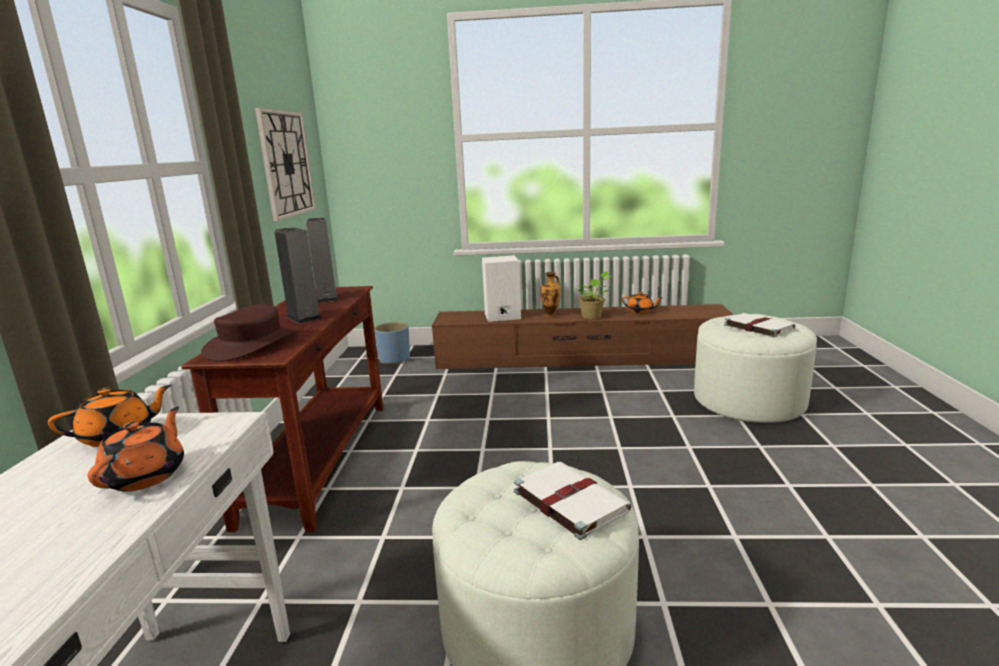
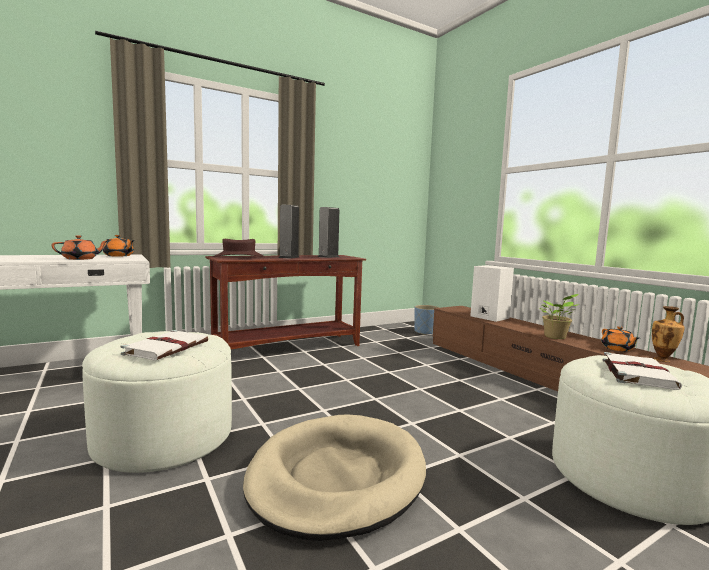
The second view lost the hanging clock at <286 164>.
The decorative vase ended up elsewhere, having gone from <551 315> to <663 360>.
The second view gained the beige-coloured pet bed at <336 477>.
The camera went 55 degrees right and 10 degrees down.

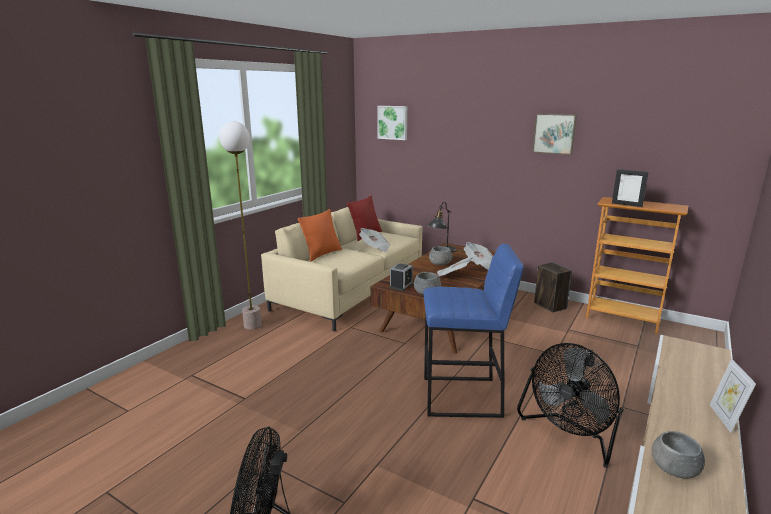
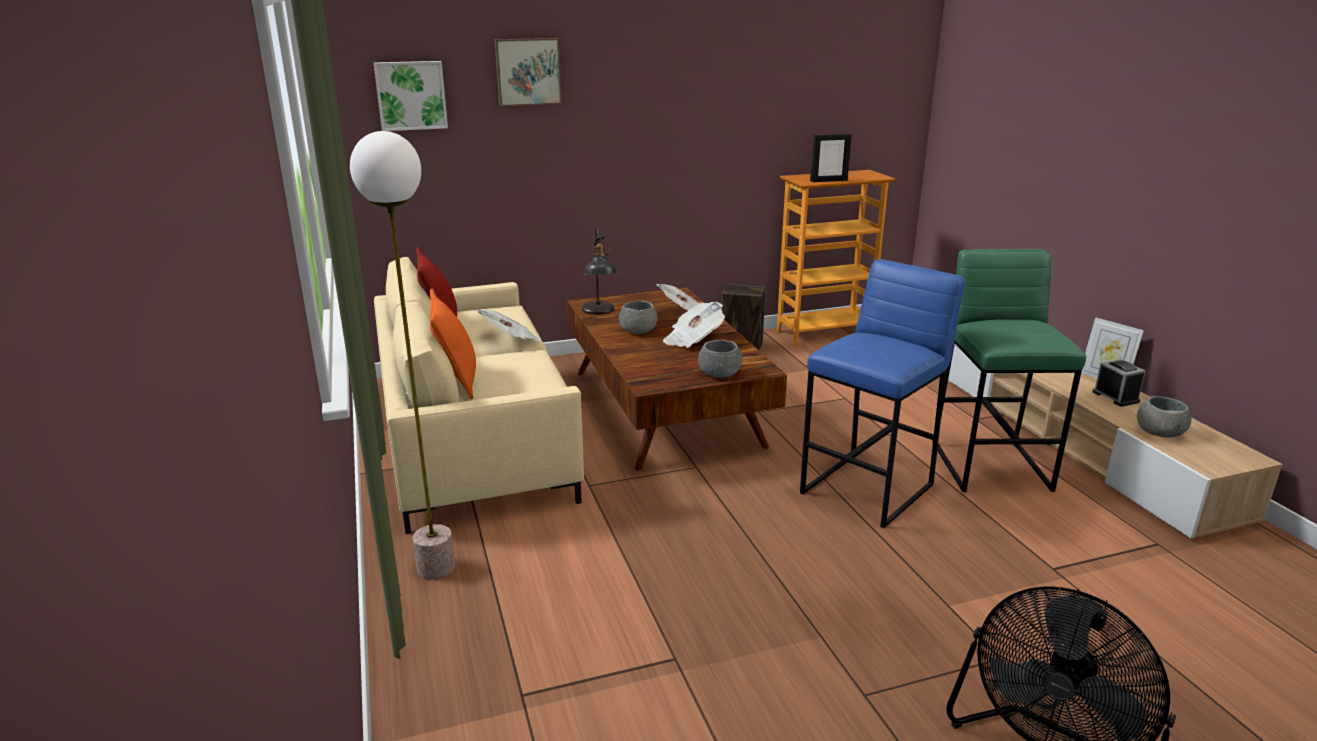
The wall picture ended up elsewhere, having gone from <554 133> to <528 71>.
The bedside clock ended up elsewhere, having gone from <401 285> to <1115 397>.
Where the black-coloured cooling fan stood at <568 431>, the green stool came to stand at <989 464>.
The camera went 50 degrees left and 5 degrees up.

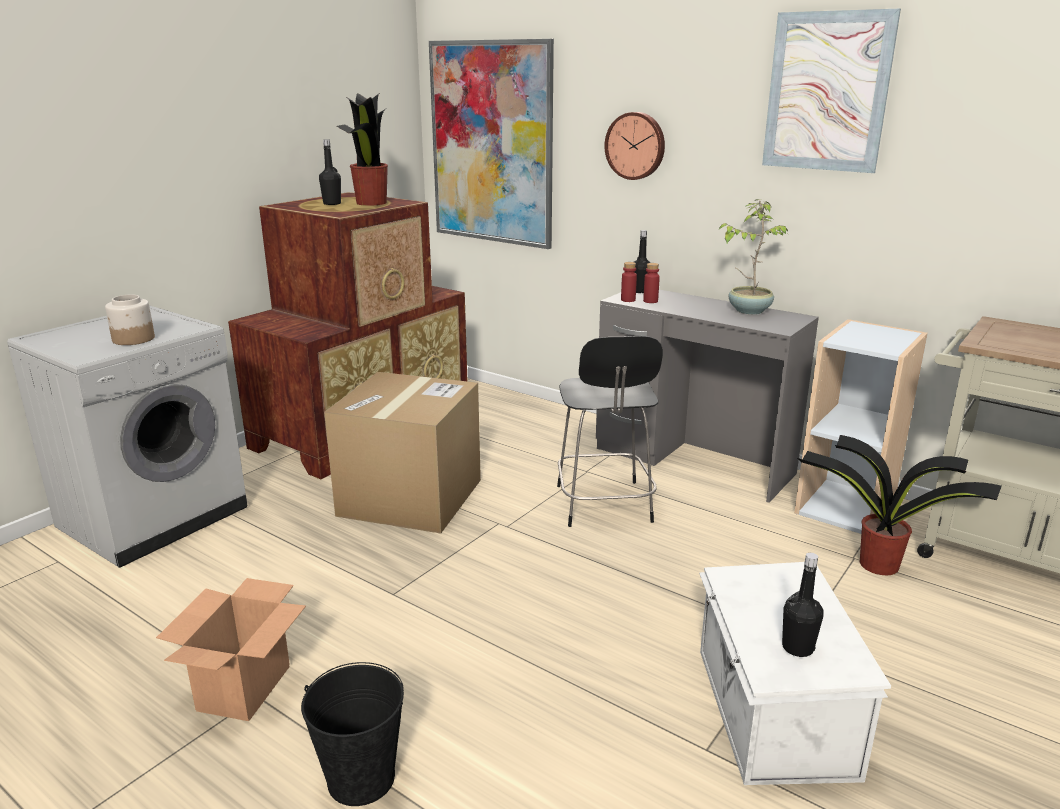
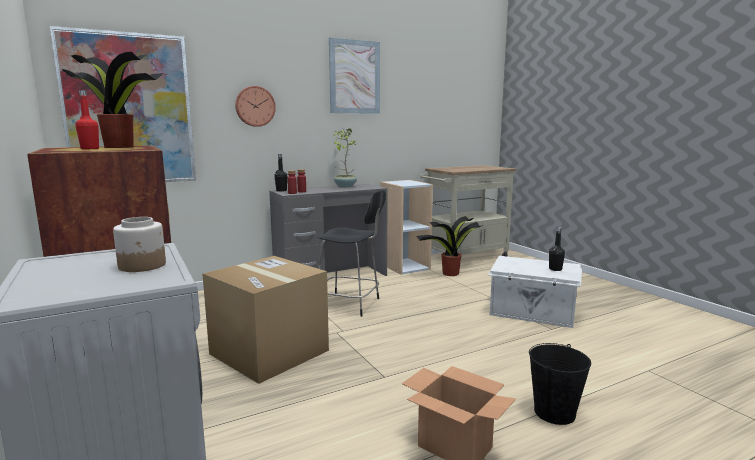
What was the black-coloured drink bottle at <332 203> turned into the red-coloured drink bottle at <90 149>.
The camera went 65 degrees left and 10 degrees down.

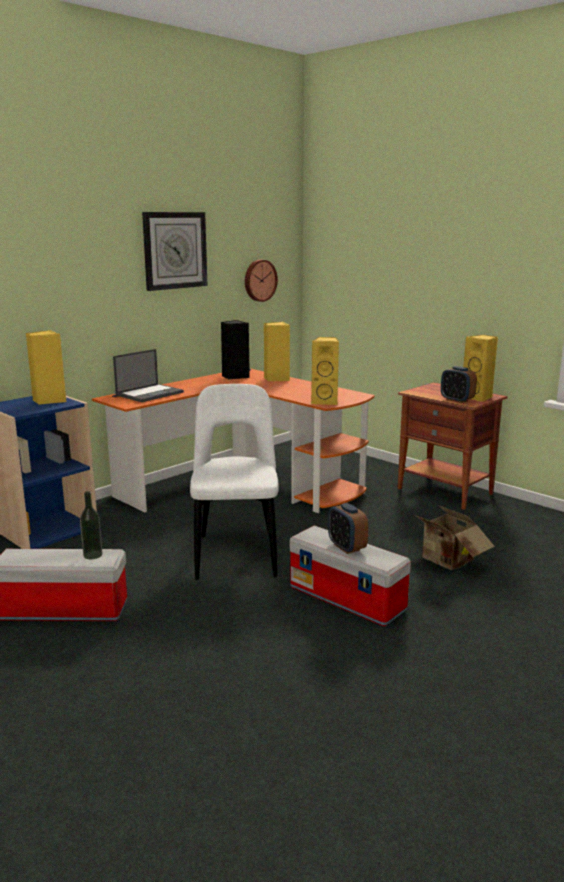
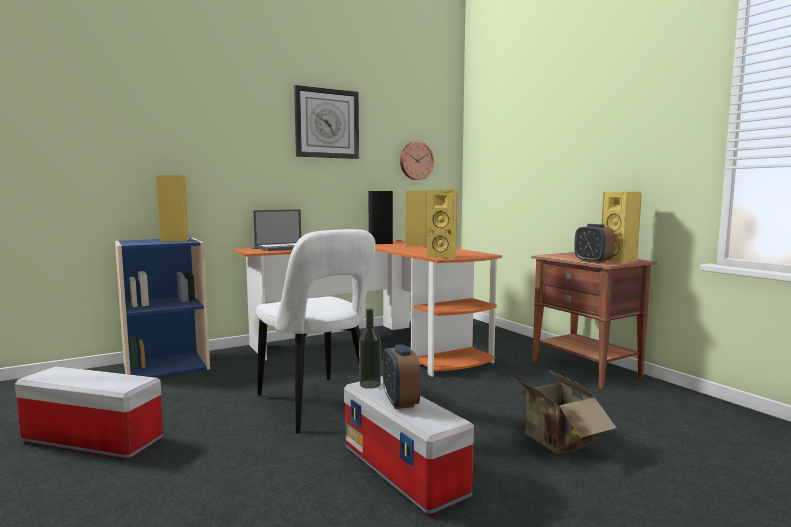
The white-coloured chair at <236 554> ended up facing another way, 135 degrees clockwise from before.
The drink bottle ended up elsewhere, having gone from <92 555> to <370 384>.
The camera went 15 degrees right and 10 degrees down.

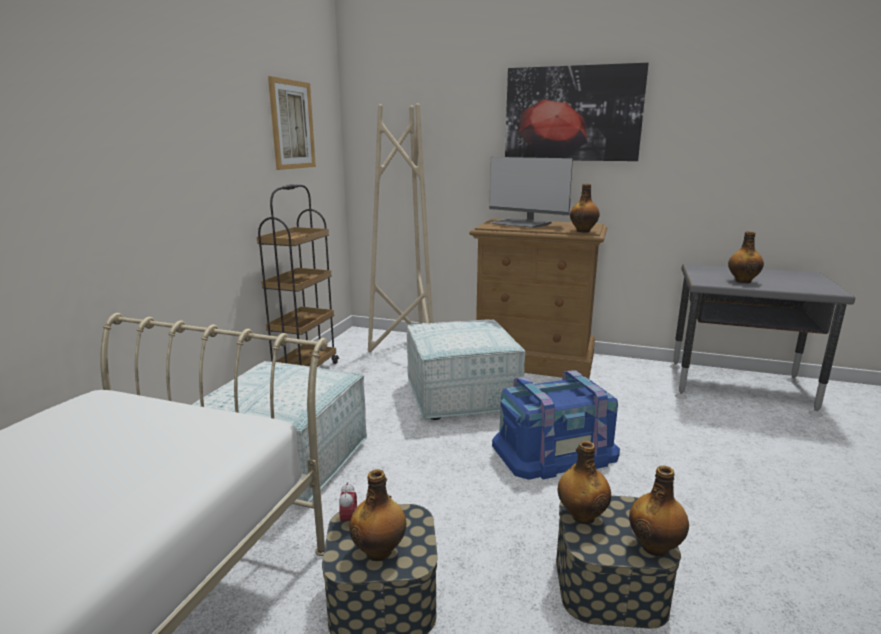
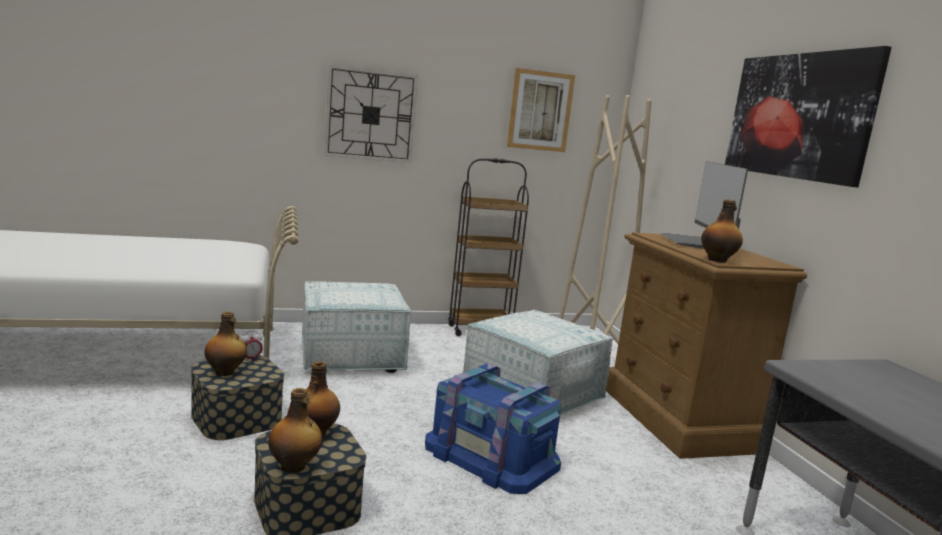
The second view lost the drink bottle at <742 281>.
The second view gained the hanging clock at <370 115>.
The camera went 55 degrees right and 5 degrees down.

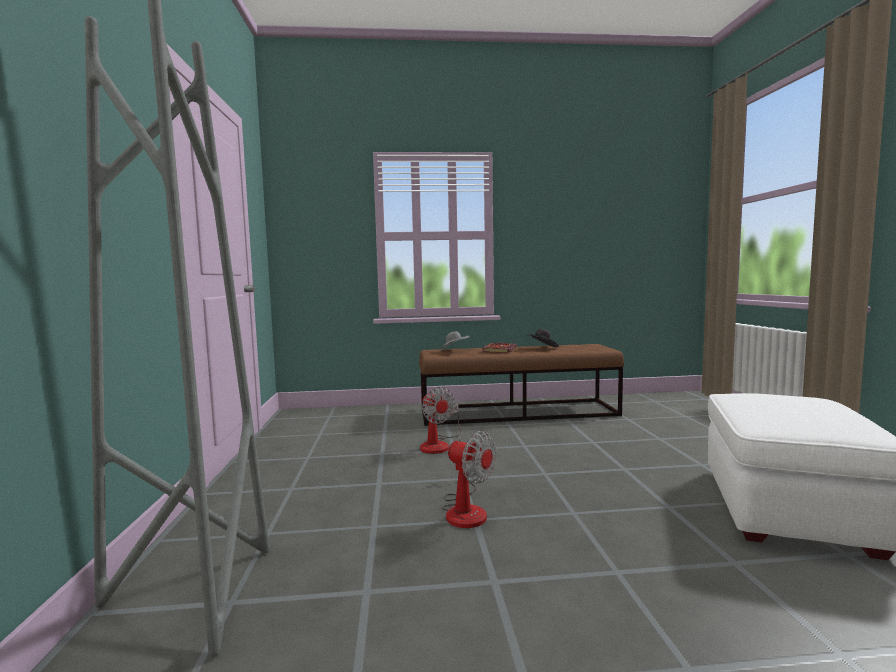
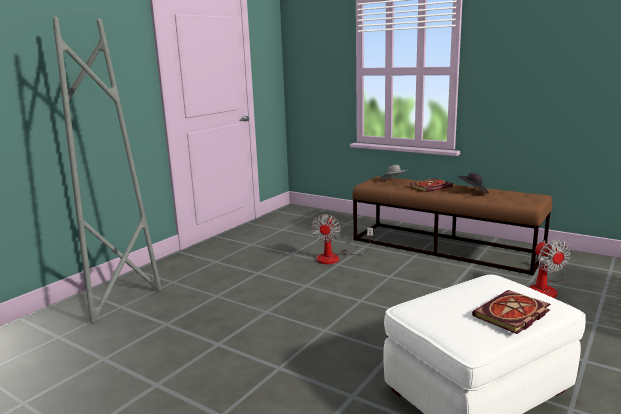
The cooling fan ended up elsewhere, having gone from <465 510> to <545 288>.
The second view gained the bound book at <512 315>.
The camera went 40 degrees right and 10 degrees up.

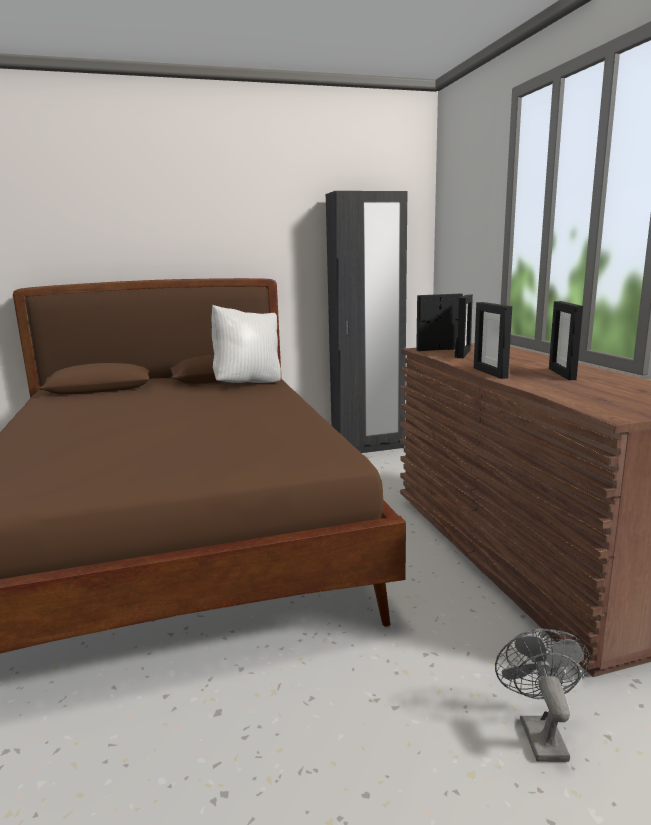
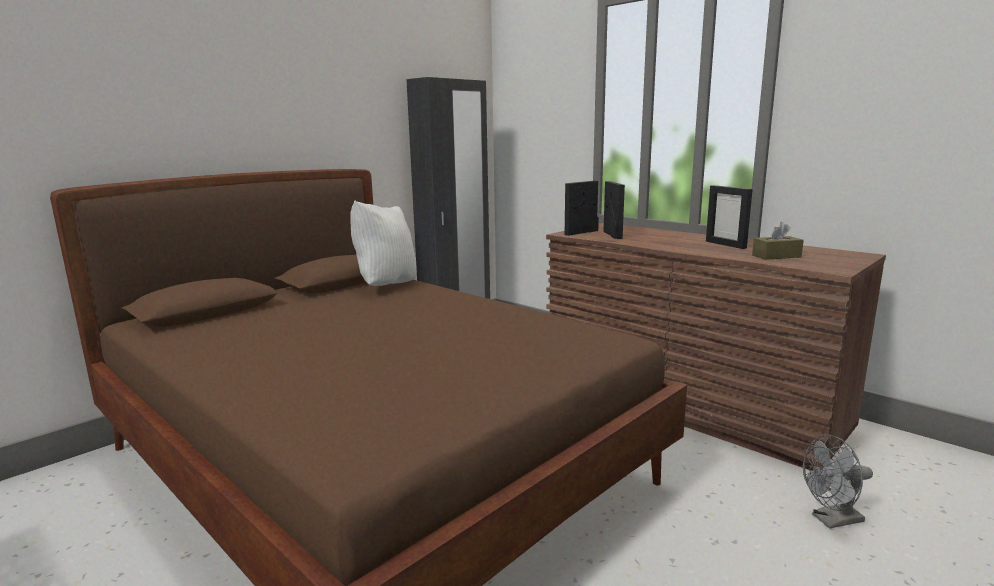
The second view lost the picture frame at <491 373>.
The grey cooling fan at <539 732> ended up facing another way, 75 degrees counterclockwise from before.
The second view gained the brown tissue holder at <776 256>.
The camera went 30 degrees left and 0 degrees up.

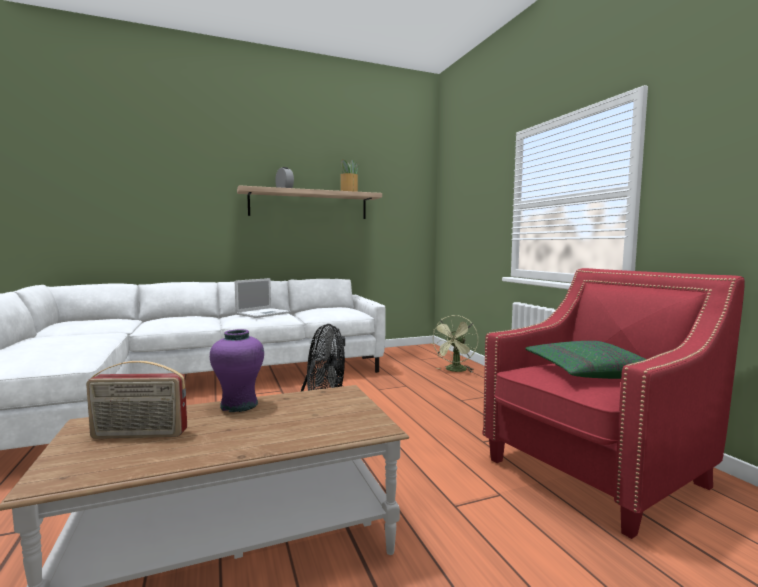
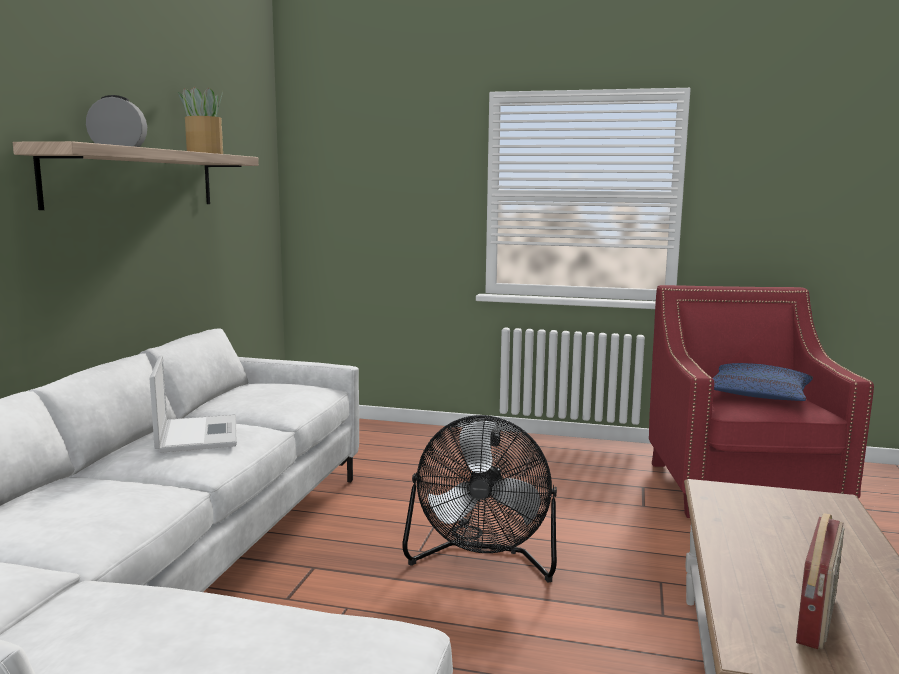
The second view lost the green cooling fan at <455 370>.
The second view lost the purple decorative vase at <239 405>.
What was the green throw pillow at <588 373> turned into the blue throw pillow at <757 396>.
The camera went 55 degrees left and 5 degrees up.

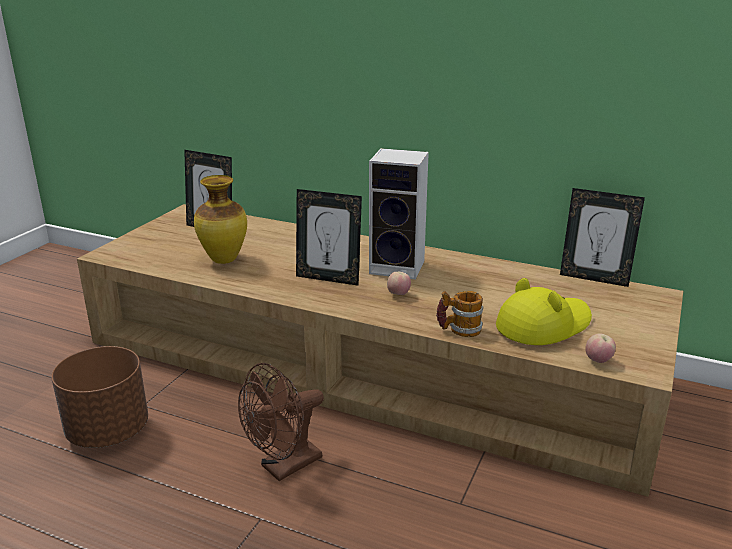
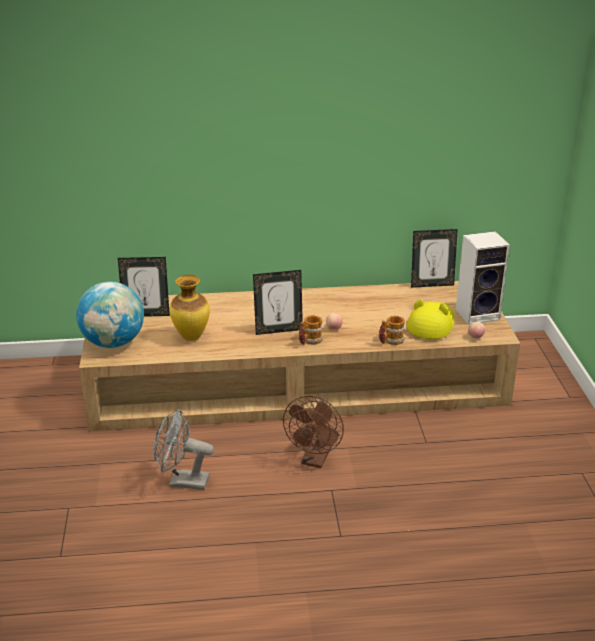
The audio speaker ended up elsewhere, having gone from <399 267> to <478 314>.
Where the brown plant pot stood at <108 432>, the grey cooling fan came to stand at <182 481>.
The second view gained the world globe at <113 343>.
The second view gained the mug at <309 341>.
The camera went 30 degrees left and 5 degrees up.

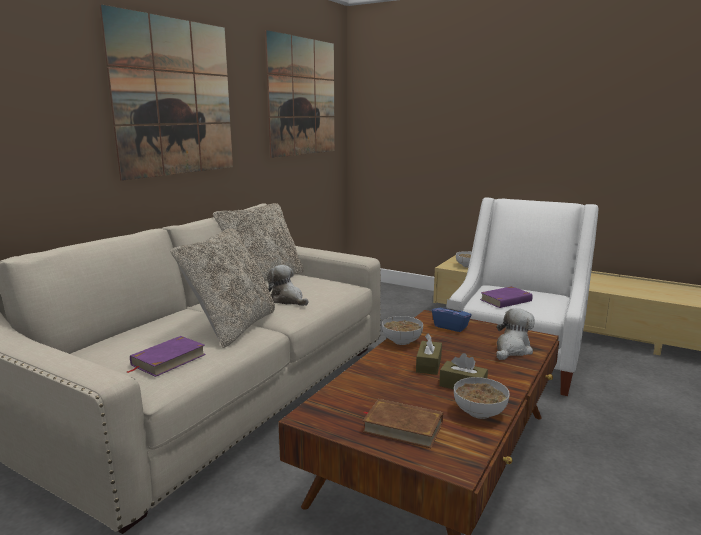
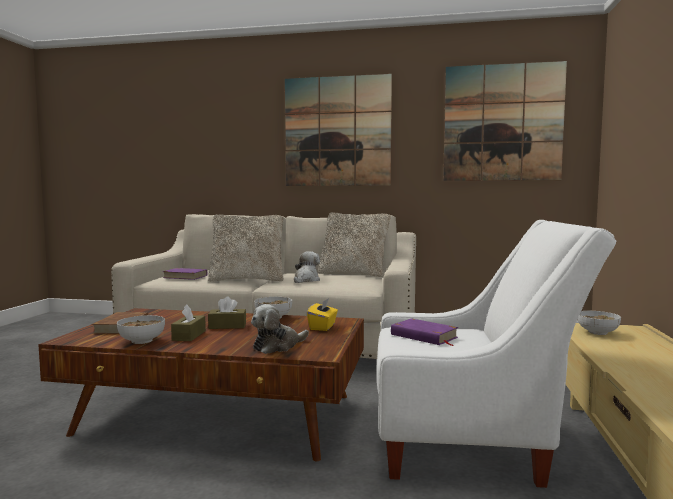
What was the blue tissue holder at <451 327> turned into the yellow tissue holder at <323 327>.
The soft toy at <512 350> ended up facing another way, 120 degrees clockwise from before.
The camera went 70 degrees right and 10 degrees down.

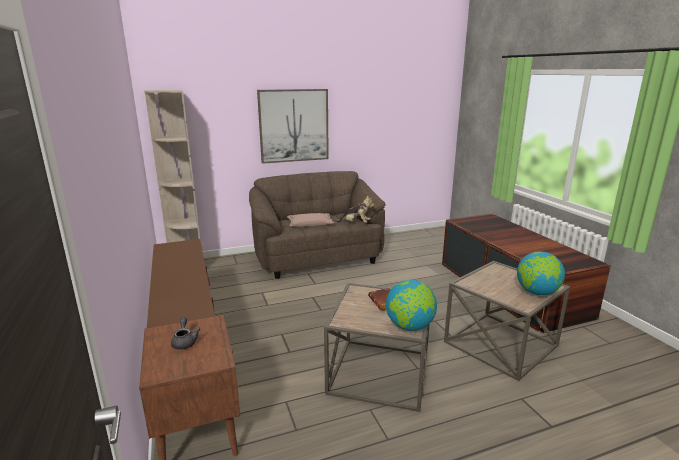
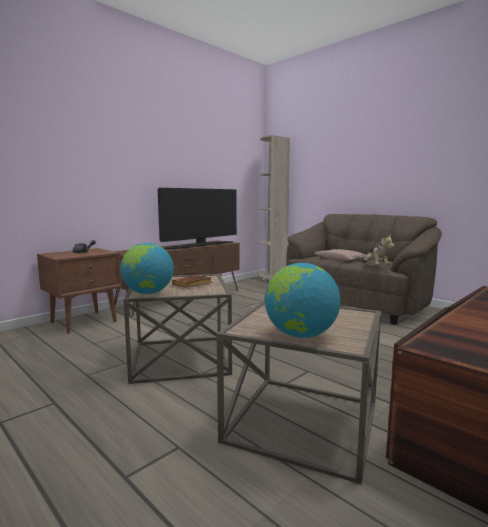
The second view lost the wall picture at <294 126>.
The second view gained the TV at <201 245>.
The camera went 65 degrees right and 10 degrees down.

